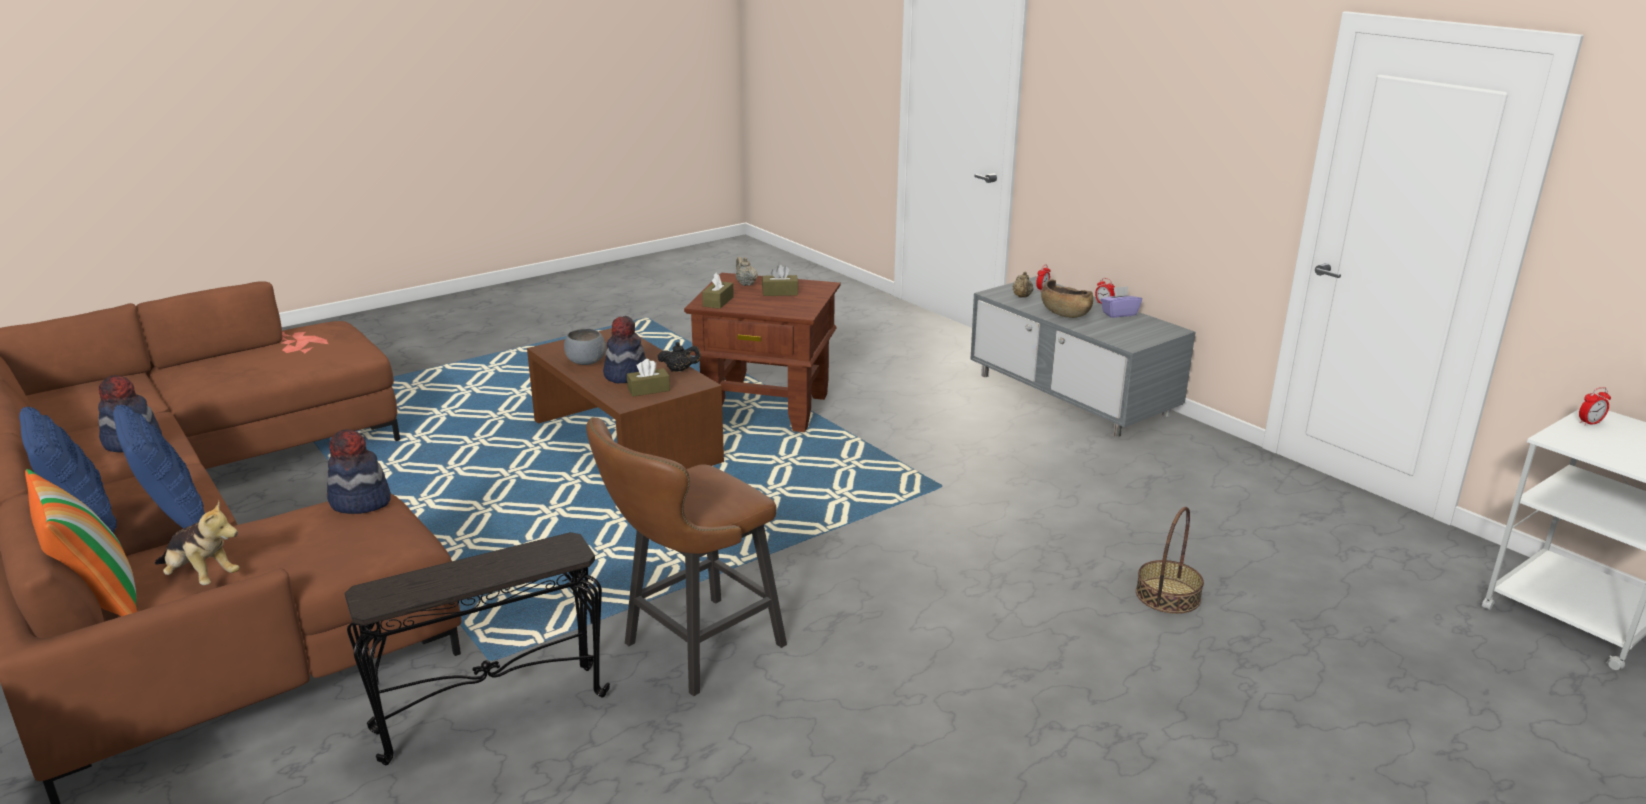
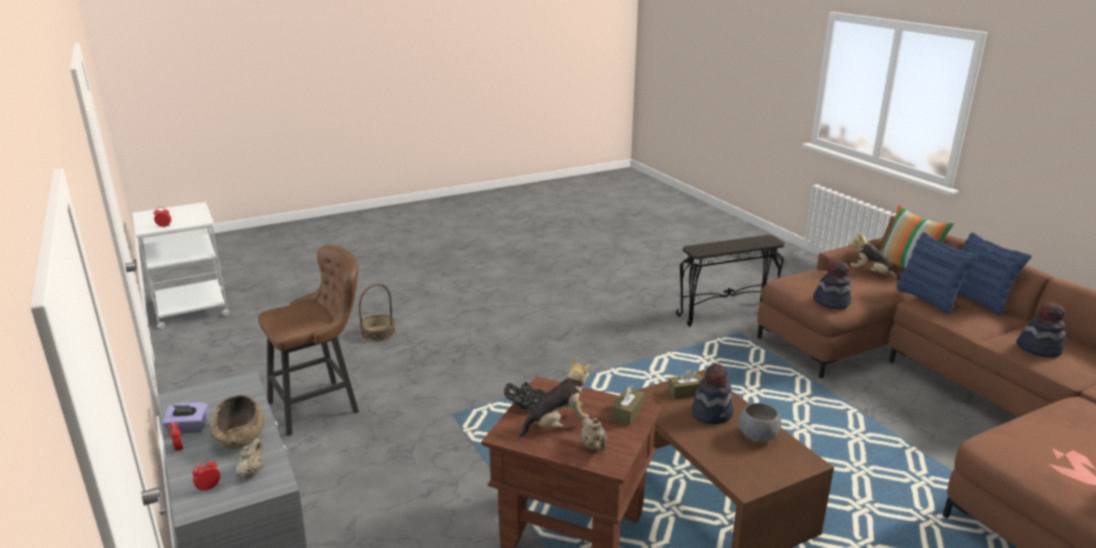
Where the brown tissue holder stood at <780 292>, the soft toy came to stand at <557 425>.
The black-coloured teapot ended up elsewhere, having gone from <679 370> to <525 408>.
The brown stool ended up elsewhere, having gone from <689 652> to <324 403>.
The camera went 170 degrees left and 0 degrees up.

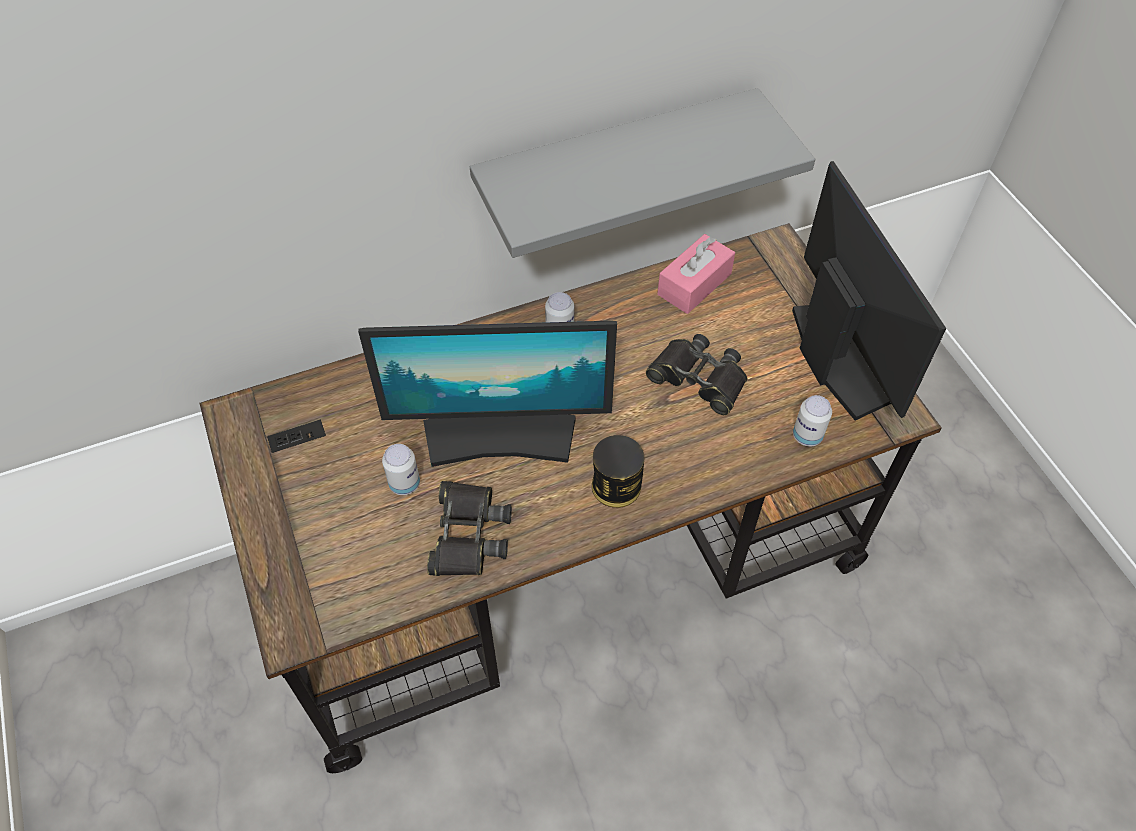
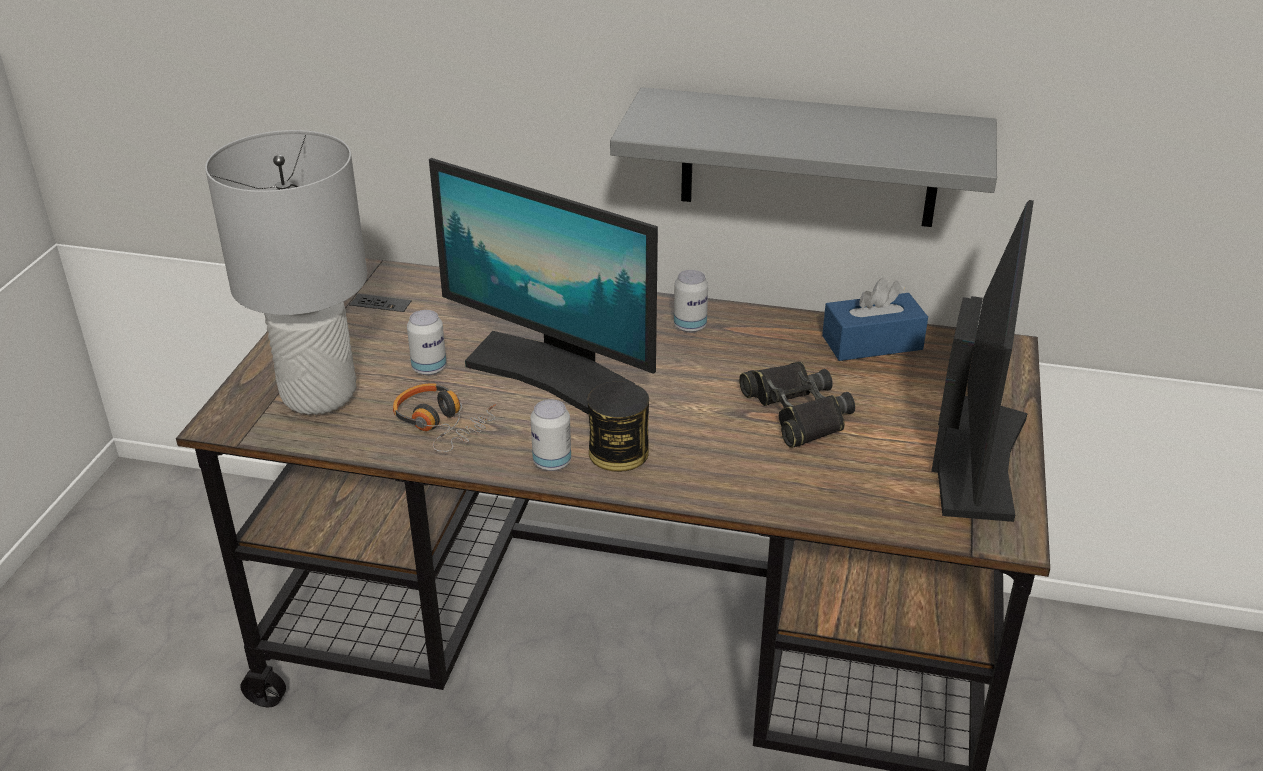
What was the pink-coloured tissue holder at <694 284> turned into the blue tissue holder at <872 343>.
The metal can ended up elsewhere, having gone from <807 436> to <552 462>.
Where the black-coloured pair of binoculars stood at <468 534>, the headset came to stand at <442 424>.
The second view gained the grey lamp for a table at <320 401>.
The camera went 35 degrees right and 20 degrees down.

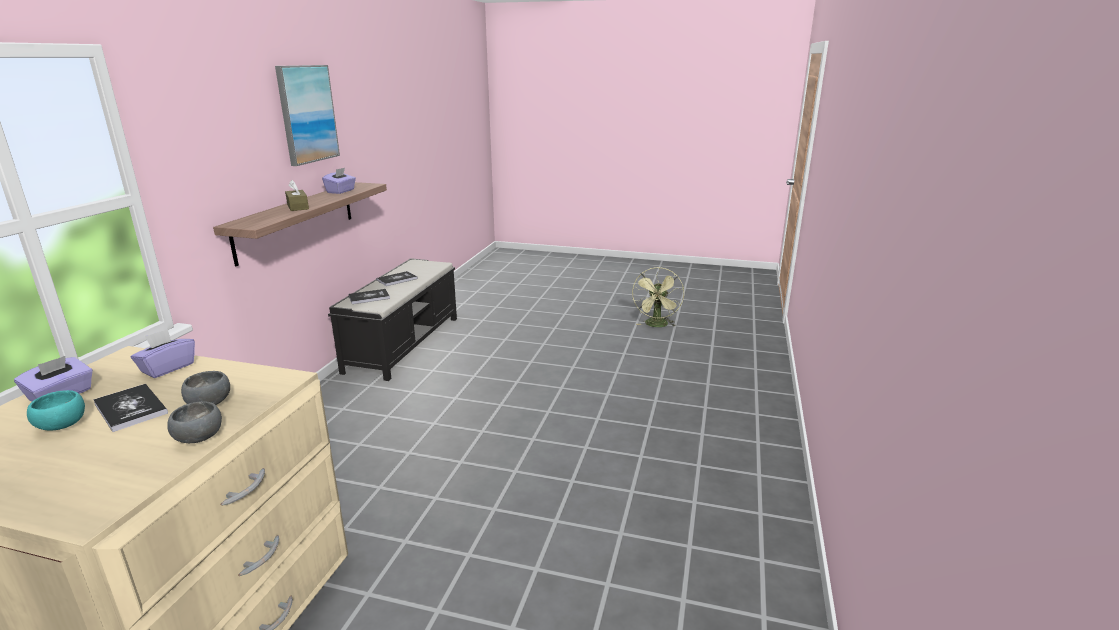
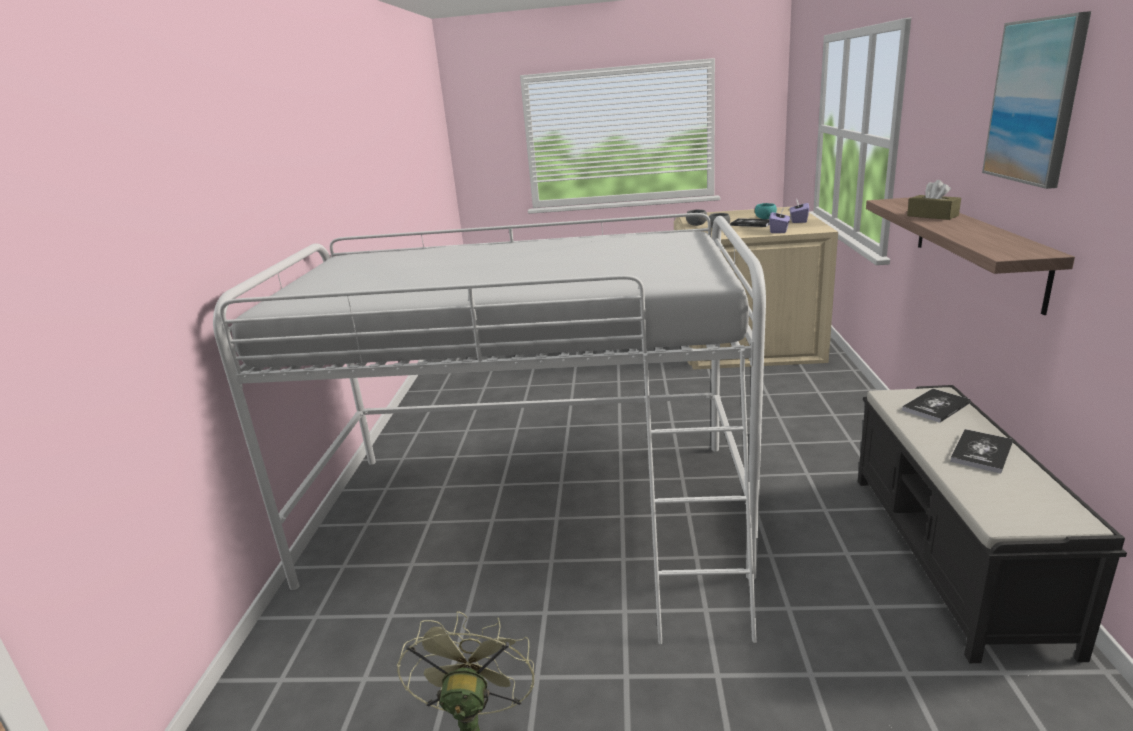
The second view lost the purple tissue holder at <341 191>.
The second view gained the white-coloured sleeping bed at <534 513>.
The camera went 170 degrees right and 0 degrees up.

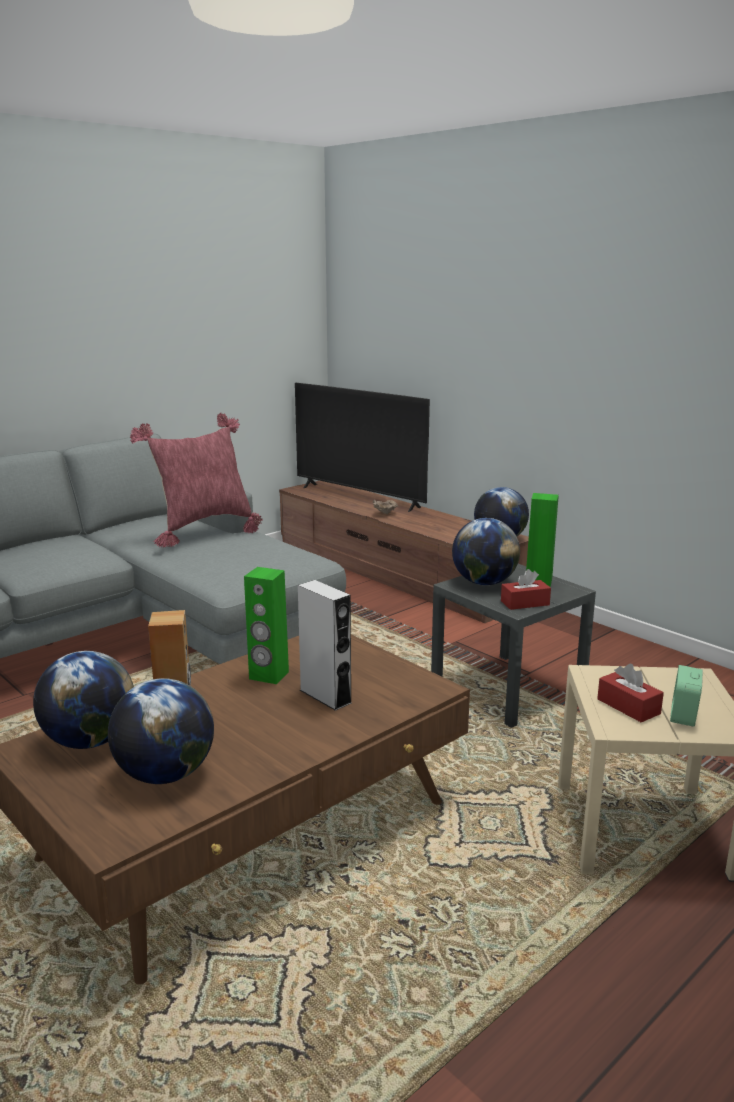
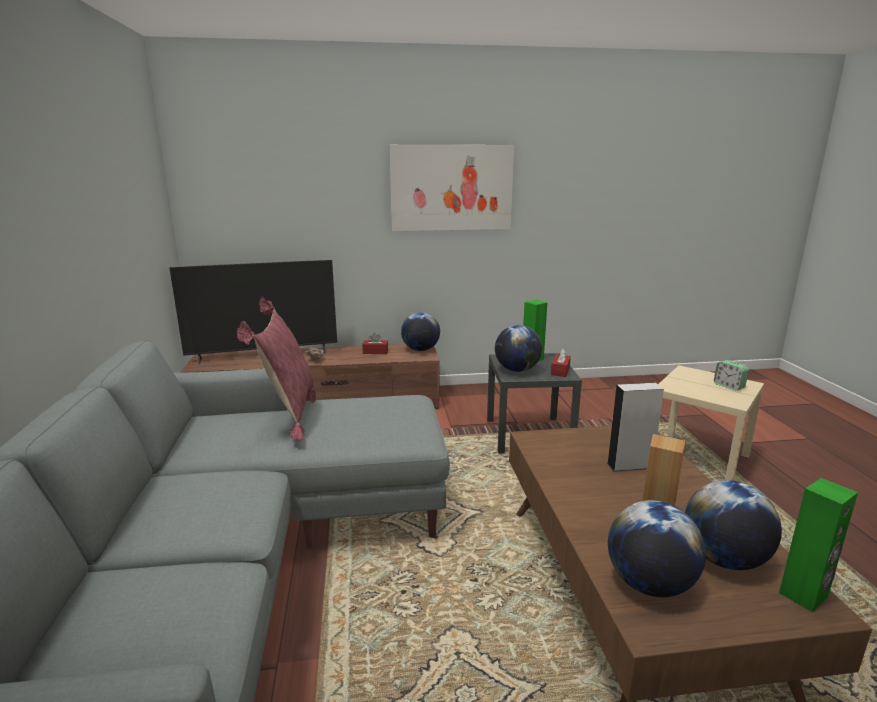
The green audio speaker ended up elsewhere, having gone from <268 675> to <804 595>.
The red-coloured tissue holder ended up elsewhere, having gone from <628 706> to <375 352>.
The second view gained the wall picture at <451 188>.
The camera went 55 degrees left and 0 degrees up.

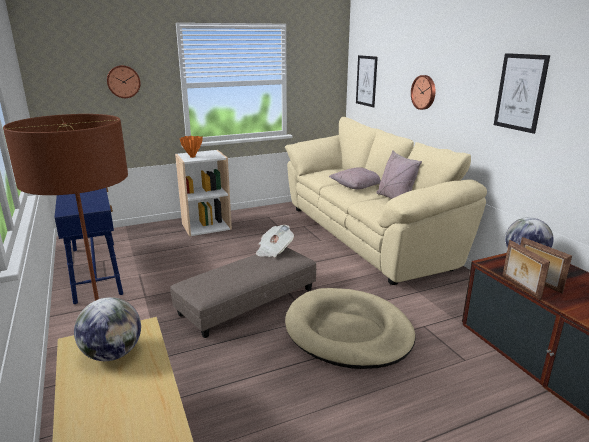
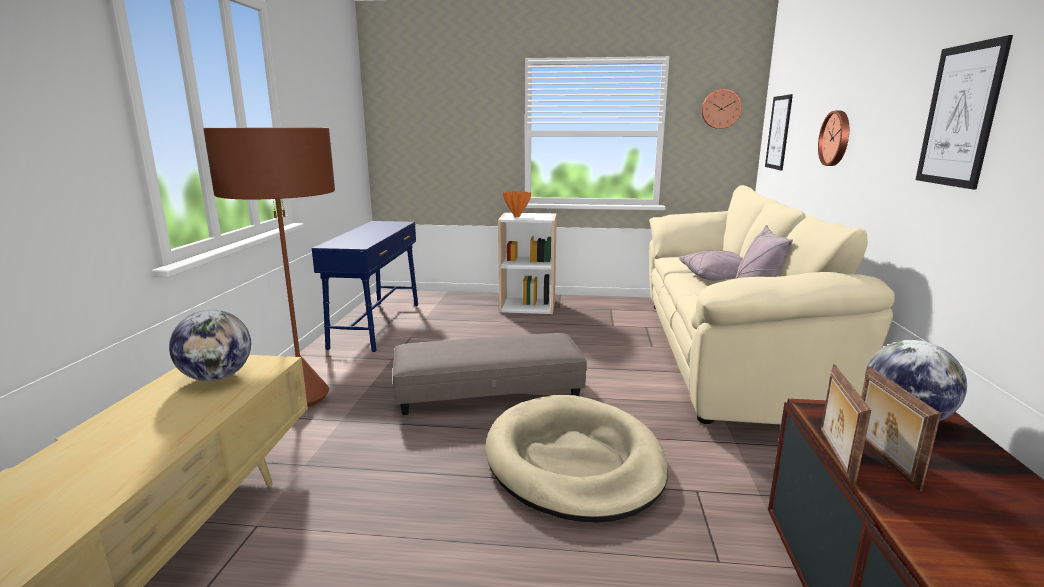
The hanging clock ended up elsewhere, having gone from <123 81> to <720 109>.
The second view lost the newspaper at <274 250>.
The camera went 30 degrees right and 5 degrees down.

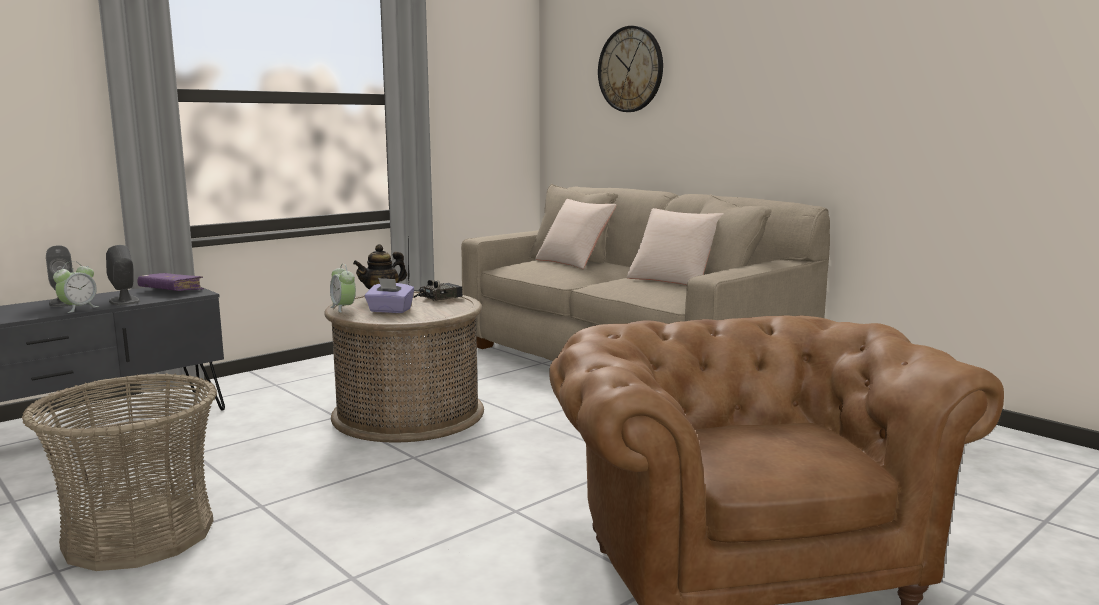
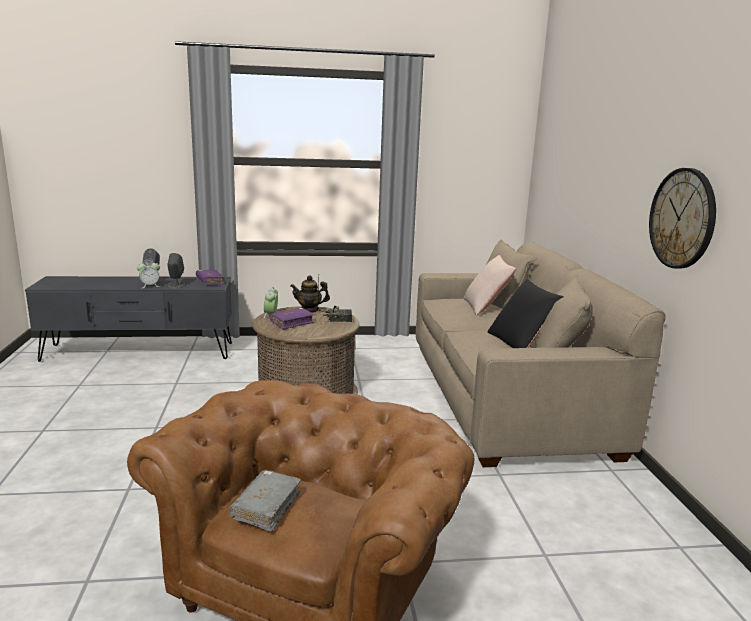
The hanging clock ended up elsewhere, having gone from <630 69> to <682 218>.
What was the beige-coloured throw pillow at <674 279> turned into the black-coloured throw pillow at <521 342>.
Where the purple tissue holder stood at <390 310>, the purple bound book came to stand at <292 323>.
The second view lost the storage basket at <139 534>.
The second view gained the grey bound book at <266 507>.
The camera went 35 degrees right and 5 degrees up.

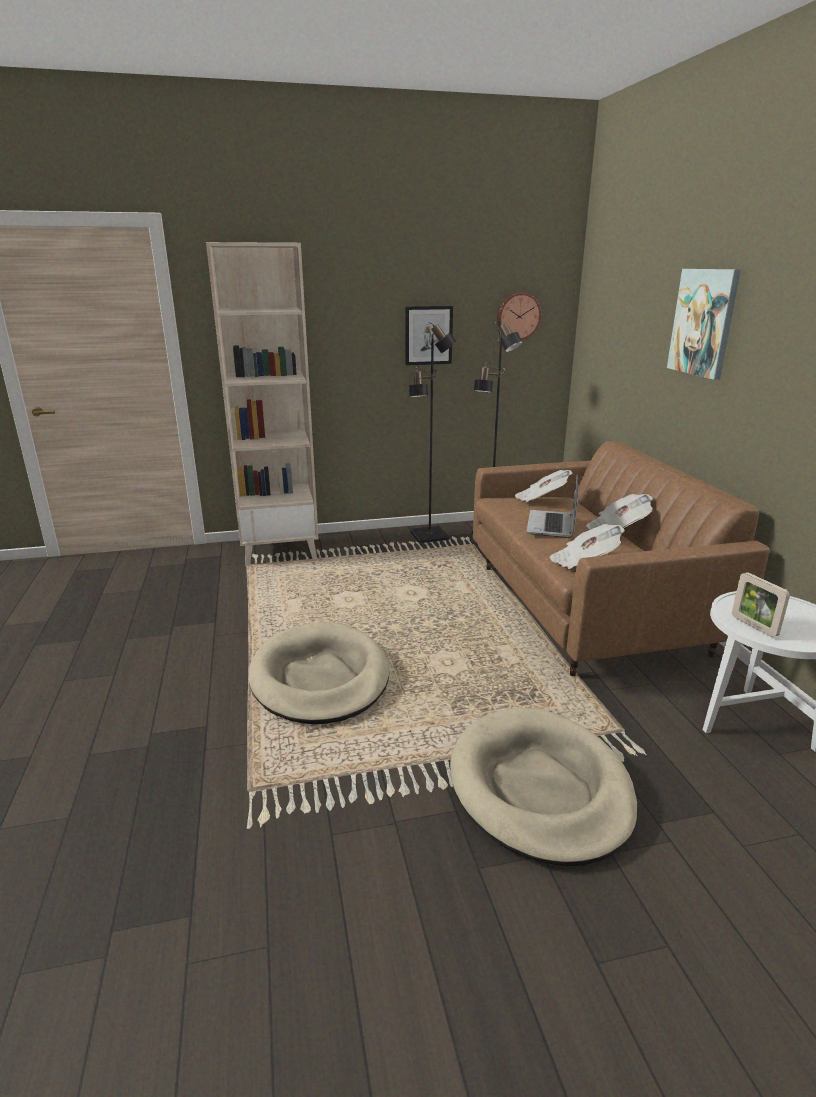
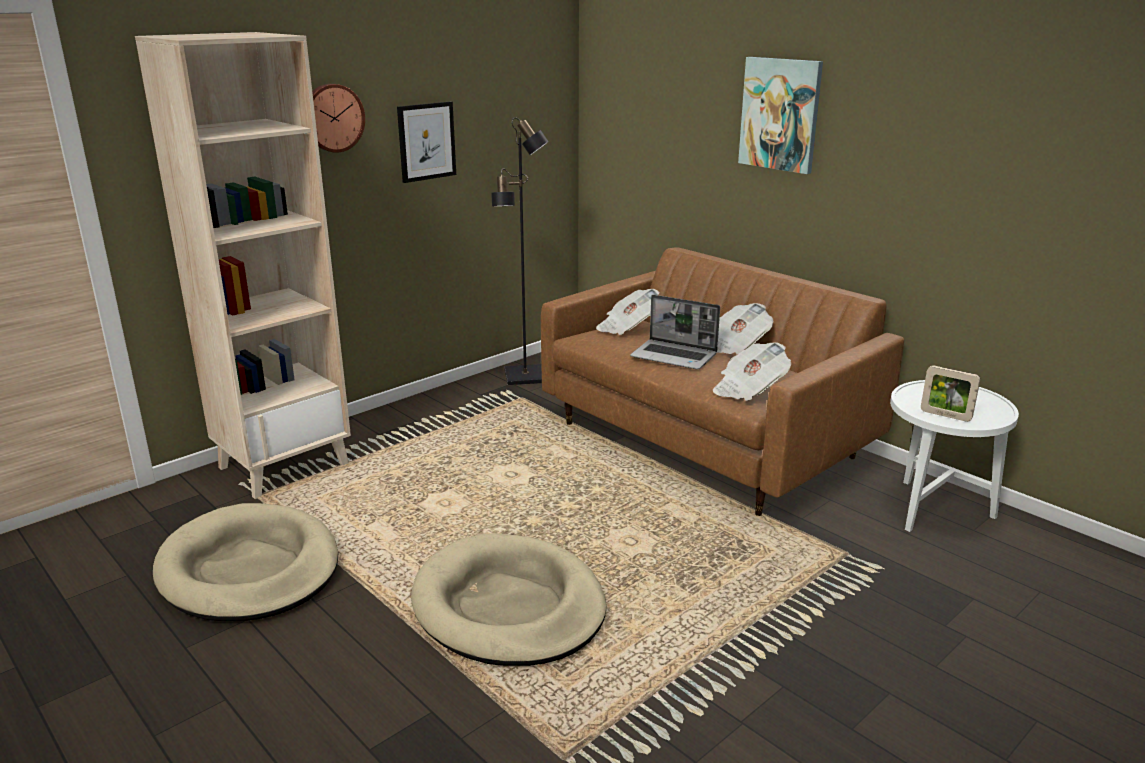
The hanging clock ended up elsewhere, having gone from <518 316> to <332 118>.
The second view lost the black-coloured standing lamp at <429 536>.
The portable computer at <551 526> ended up facing another way, 45 degrees counterclockwise from before.
The beige-coloured pet bed ended up elsewhere, having gone from <539 788> to <249 569>.
The camera went 30 degrees left and 0 degrees up.

